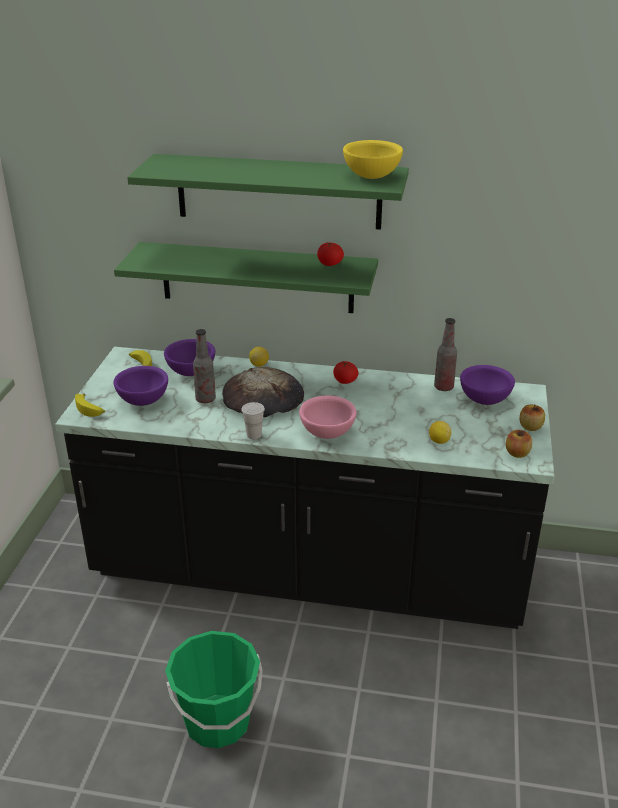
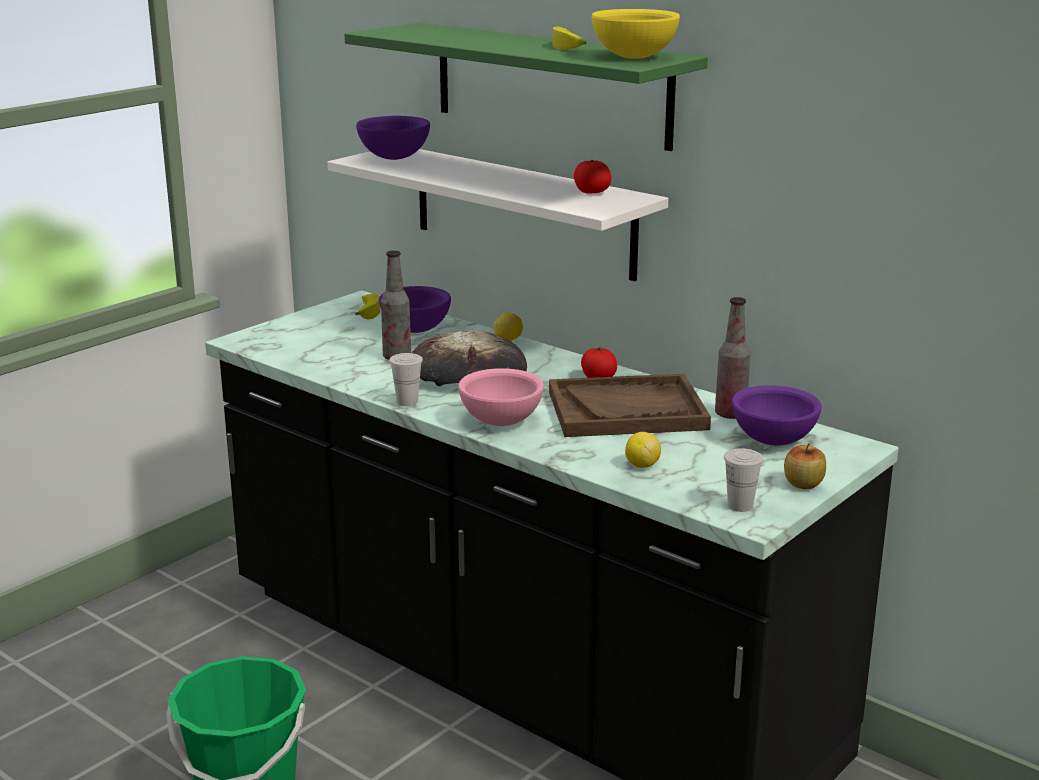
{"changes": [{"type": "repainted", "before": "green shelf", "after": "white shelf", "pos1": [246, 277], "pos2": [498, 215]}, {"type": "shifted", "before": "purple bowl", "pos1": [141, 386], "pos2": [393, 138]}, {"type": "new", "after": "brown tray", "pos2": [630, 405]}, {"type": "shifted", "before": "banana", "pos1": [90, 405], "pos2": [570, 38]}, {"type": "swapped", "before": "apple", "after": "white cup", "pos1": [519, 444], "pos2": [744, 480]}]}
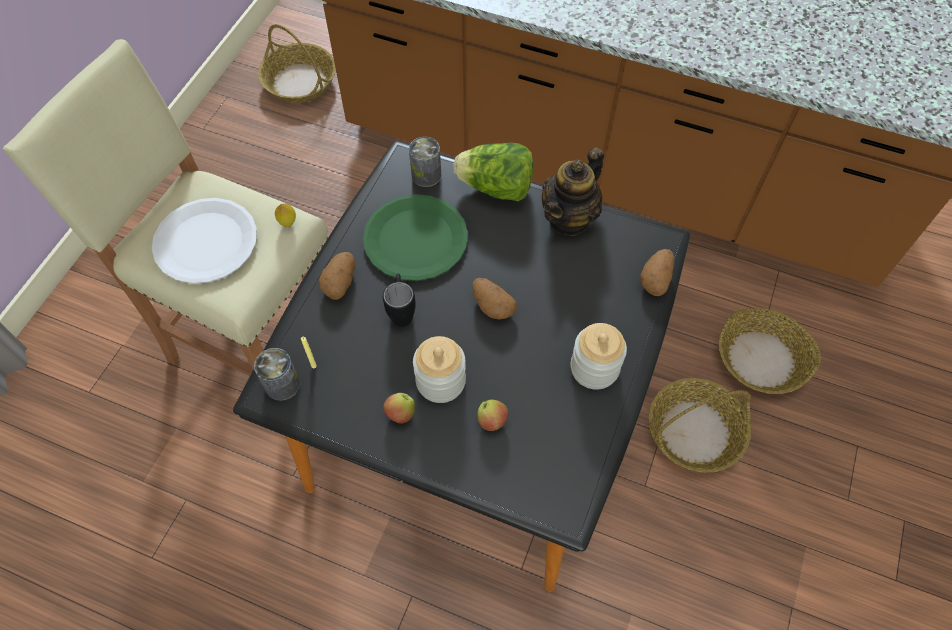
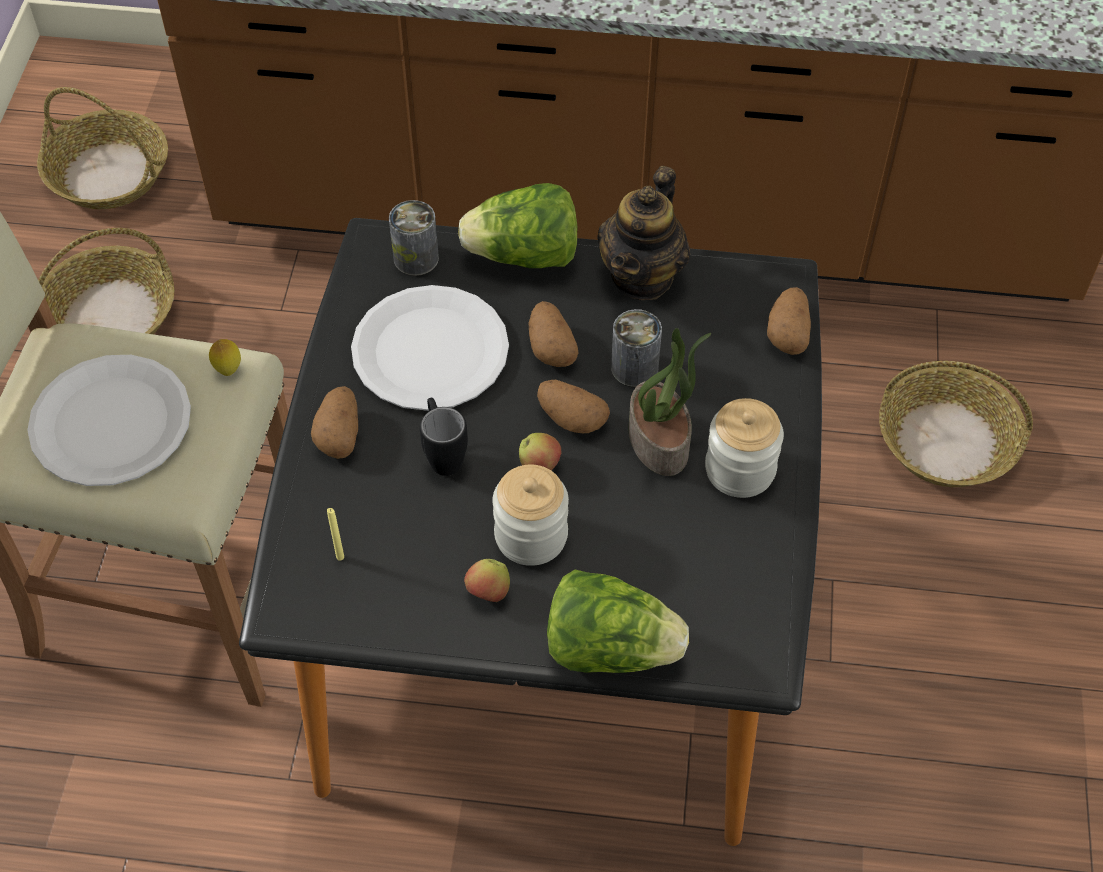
{"changes": [{"type": "shifted", "before": "basket", "pos1": [700, 425], "pos2": [106, 281]}, {"type": "repainted", "before": "green plate", "after": "white plate", "pos1": [415, 237], "pos2": [430, 348]}, {"type": "shifted", "before": "apple", "pos1": [493, 415], "pos2": [540, 452]}, {"type": "new", "after": "potato", "pos2": [553, 334]}, {"type": "new", "after": "lettuce", "pos2": [618, 621]}, {"type": "shifted", "before": "can", "pos1": [277, 374], "pos2": [636, 348]}, {"type": "new", "after": "potted plant", "pos2": [669, 402]}]}
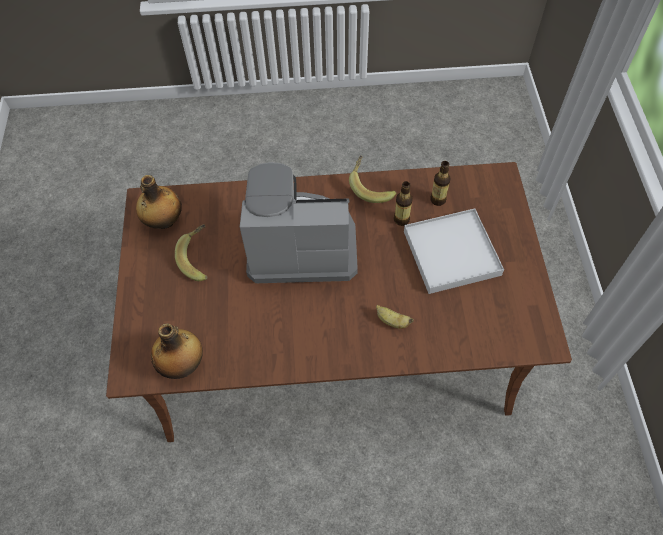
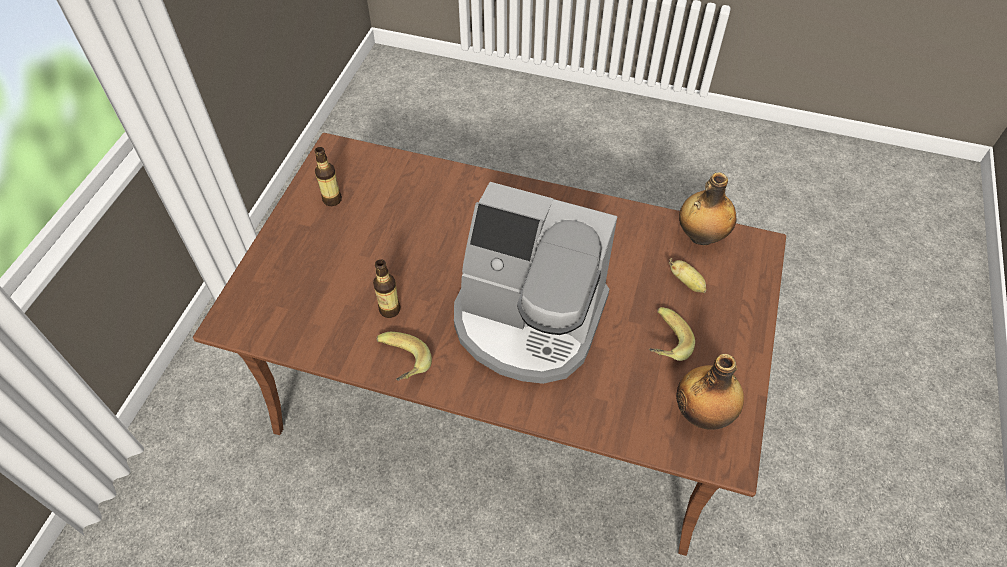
{"changes": [{"type": "shifted", "before": "bottle", "pos1": [440, 183], "pos2": [328, 176]}, {"type": "shifted", "before": "banana", "pos1": [395, 317], "pos2": [687, 275]}, {"type": "gone", "before": "white tray", "pos1": [454, 251]}]}
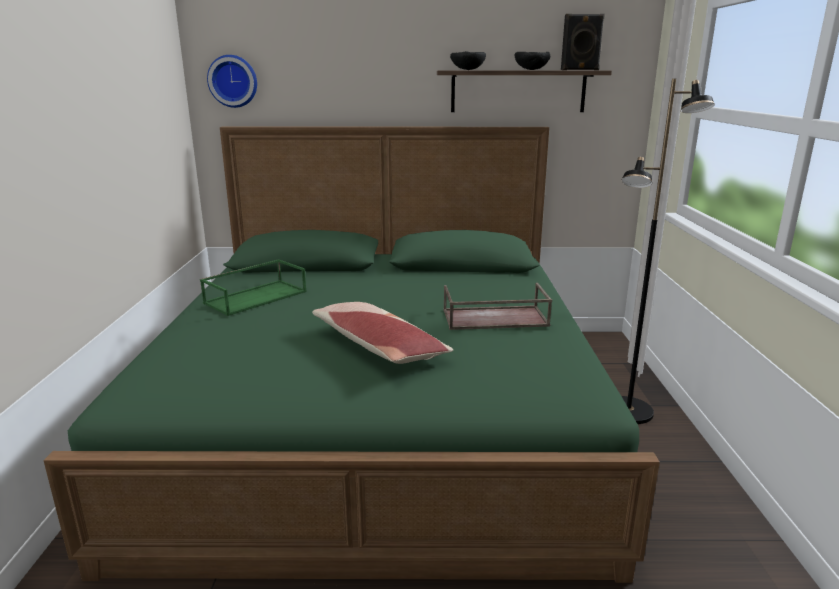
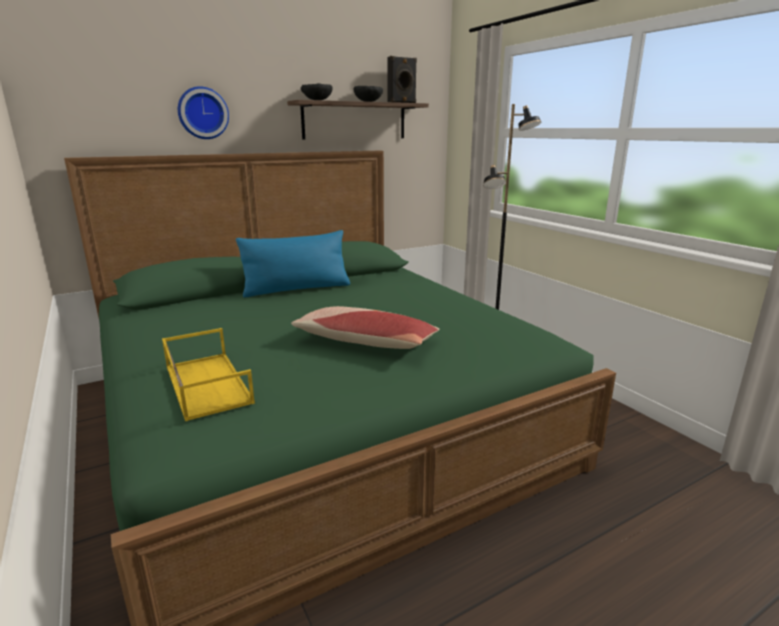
{"changes": [{"type": "new", "after": "yellow tray", "pos2": [208, 374]}, {"type": "shifted", "before": "wall clock", "pos1": [232, 81], "pos2": [203, 112]}, {"type": "new", "after": "blue pillow", "pos2": [293, 263]}, {"type": "gone", "before": "green tray", "pos1": [253, 287]}, {"type": "gone", "before": "brown tray", "pos1": [497, 306]}]}
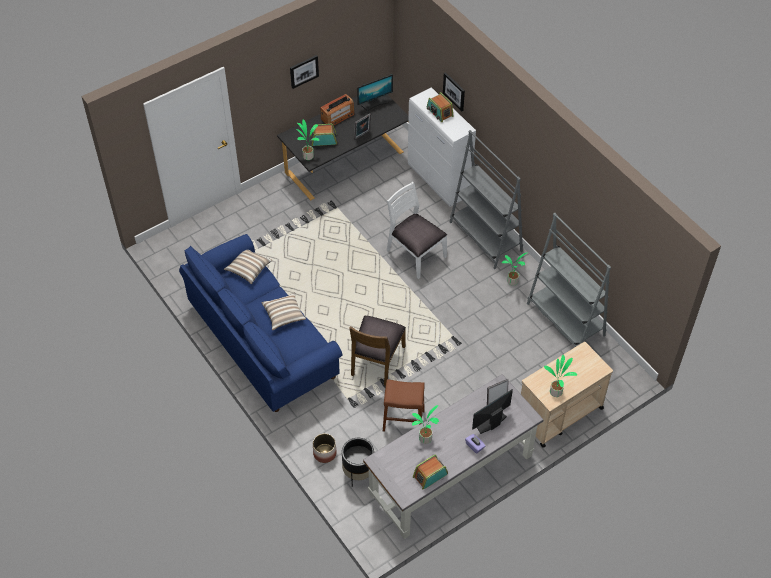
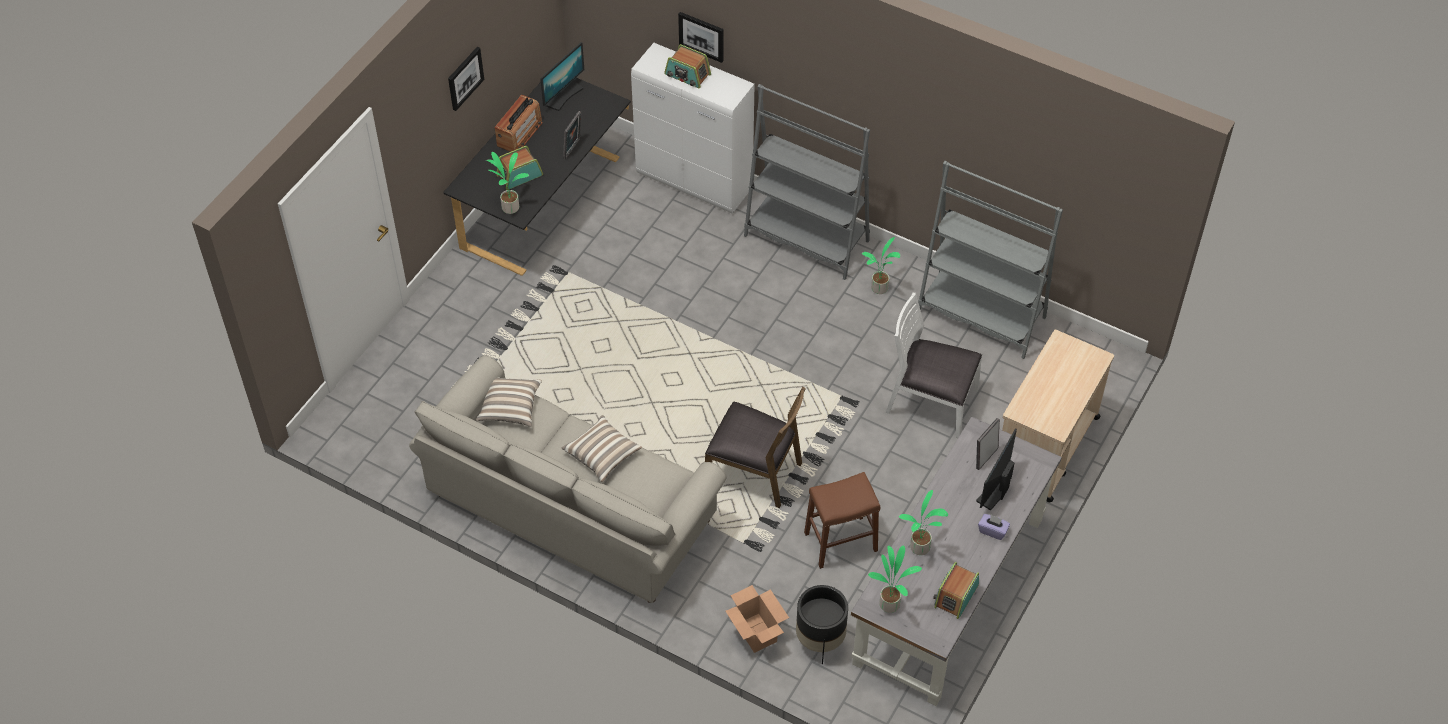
{"changes": [{"type": "repainted", "before": "blue sofa", "after": "beige sofa", "pos1": [260, 323], "pos2": [568, 479]}, {"type": "rotated", "before": "brown chair", "pos1": [377, 351], "pos2": [755, 448], "turn": -60}, {"type": "swapped", "before": "planter", "after": "cardboard box", "pos1": [324, 448], "pos2": [757, 619]}, {"type": "shifted", "before": "potted plant", "pos1": [560, 376], "pos2": [895, 579]}, {"type": "shifted", "before": "white chair", "pos1": [417, 230], "pos2": [933, 365]}]}
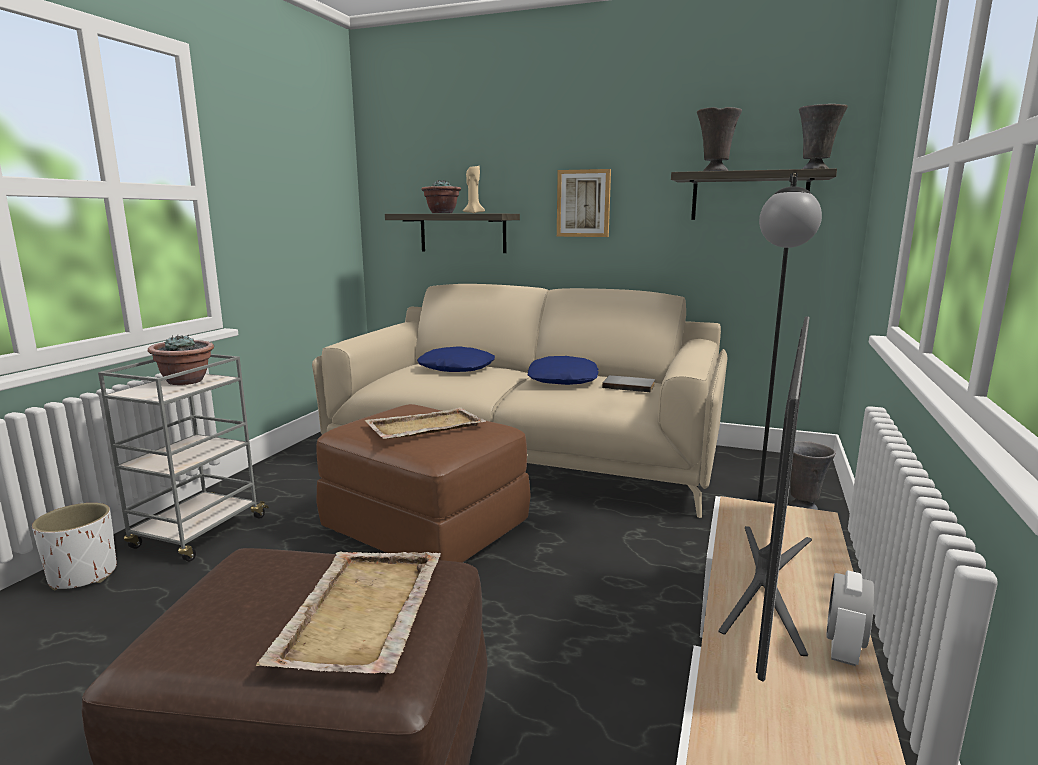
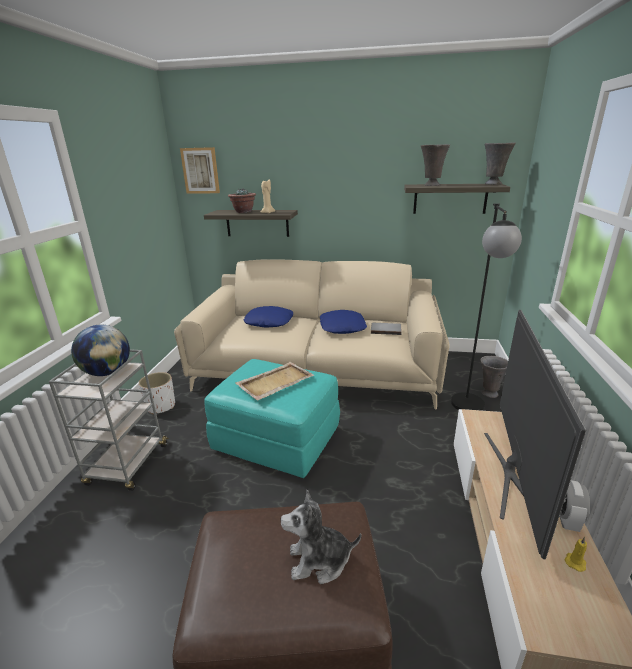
{"changes": [{"type": "swapped", "before": "potted plant", "after": "globe", "pos1": [181, 360], "pos2": [100, 350]}, {"type": "shifted", "before": "white planter", "pos1": [74, 546], "pos2": [157, 393]}, {"type": "shifted", "before": "picture", "pos1": [584, 203], "pos2": [200, 170]}, {"type": "repainted", "before": "brown ottoman", "after": "turquoise ottoman", "pos1": [423, 483], "pos2": [272, 418]}, {"type": "swapped", "before": "beige tray", "after": "plush toy", "pos1": [348, 613], "pos2": [320, 537]}, {"type": "new", "after": "yellow candle", "pos2": [575, 554]}]}
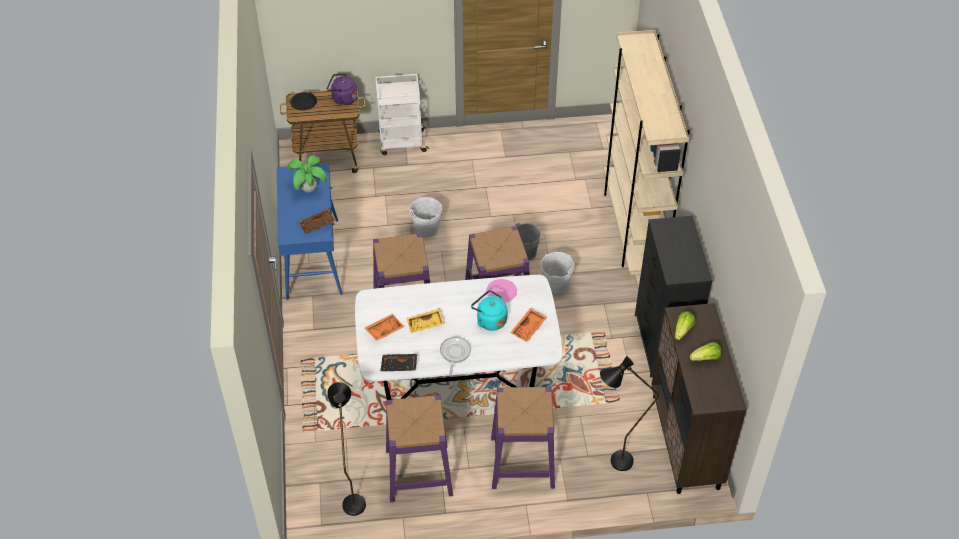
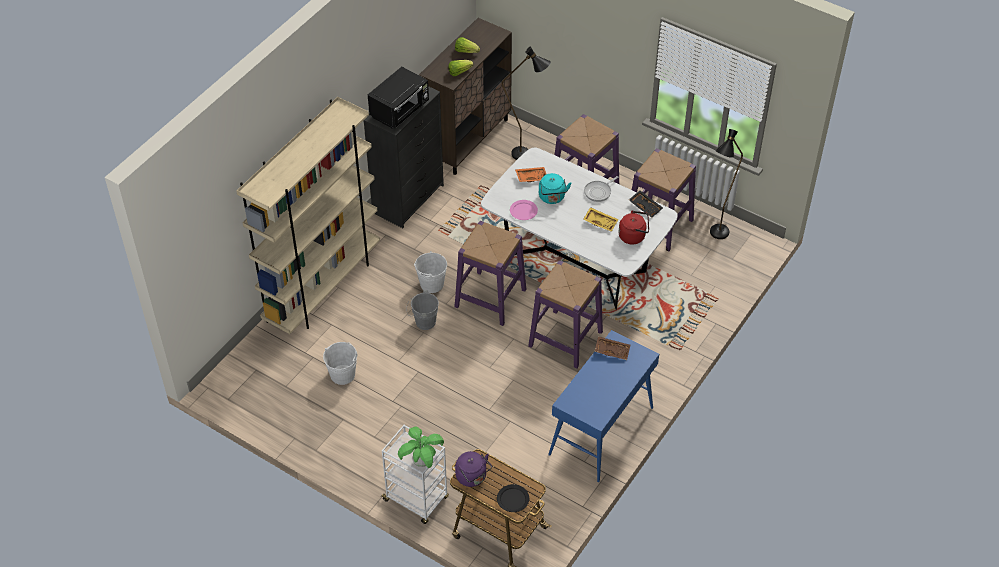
{"changes": [{"type": "shifted", "before": "white bucket", "pos1": [426, 217], "pos2": [340, 363]}, {"type": "new", "after": "black microwave", "pos2": [398, 98]}, {"type": "shifted", "before": "potted plant", "pos1": [307, 173], "pos2": [421, 447]}, {"type": "swapped", "before": "orange tray", "after": "red kettle", "pos1": [385, 327], "pos2": [633, 227]}]}
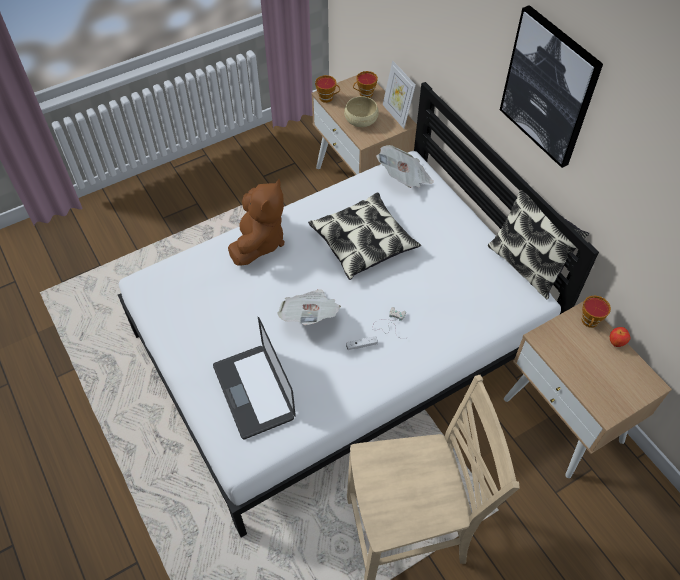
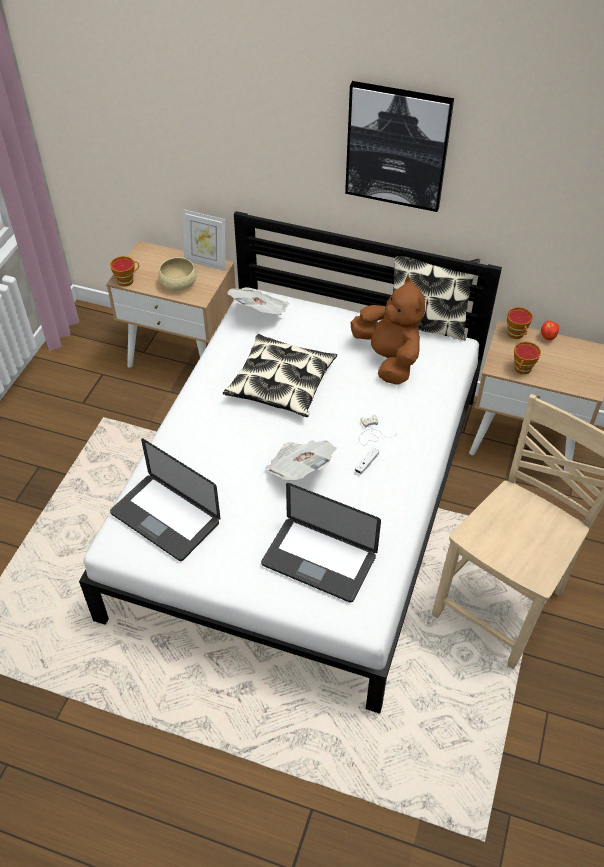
{"changes": [{"type": "new", "after": "laptop", "pos2": [165, 500]}, {"type": "shifted", "before": "brown plush toy", "pos1": [256, 222], "pos2": [387, 330]}, {"type": "shifted", "before": "cup", "pos1": [365, 84], "pos2": [527, 358]}]}
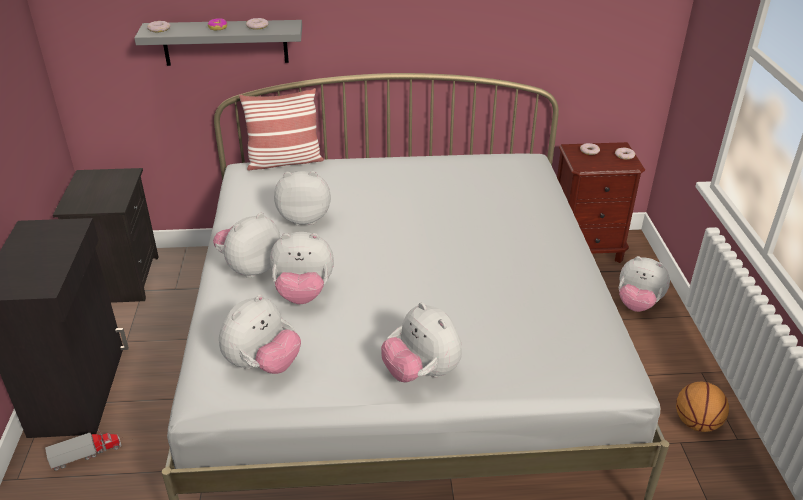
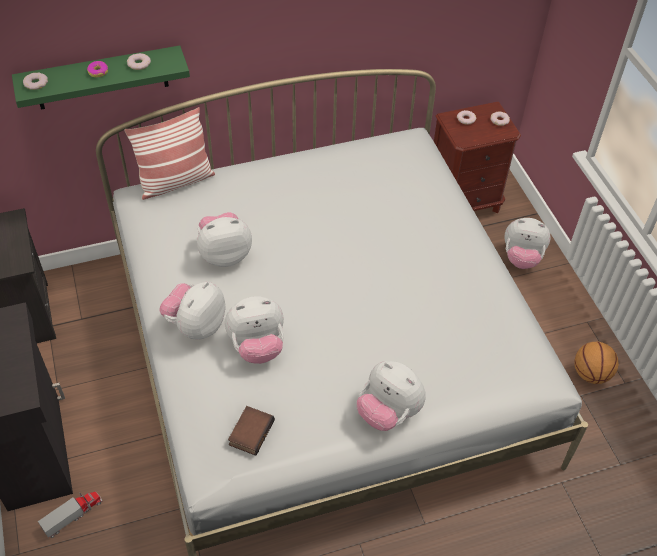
{"changes": [{"type": "repainted", "before": "grey shelf", "after": "green shelf", "pos1": [218, 43], "pos2": [101, 77]}, {"type": "swapped", "before": "plush toy", "after": "book", "pos1": [260, 334], "pos2": [251, 431]}]}
